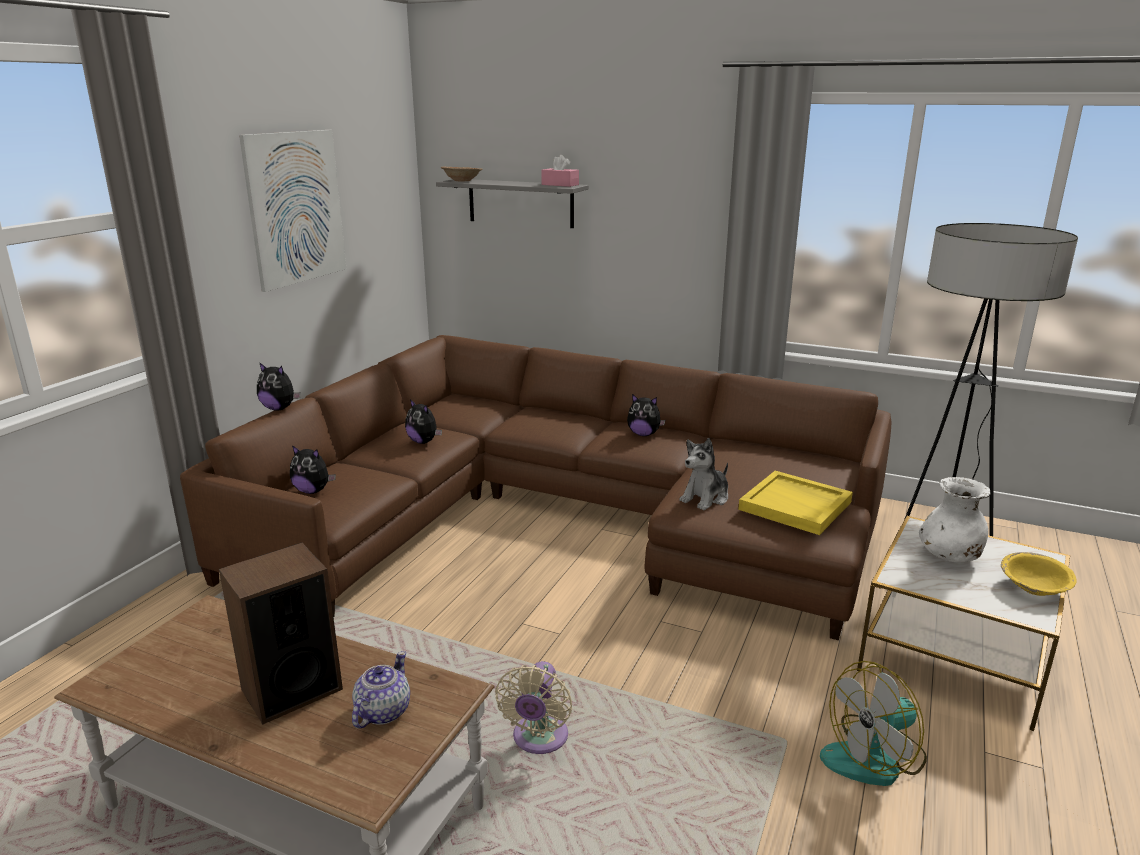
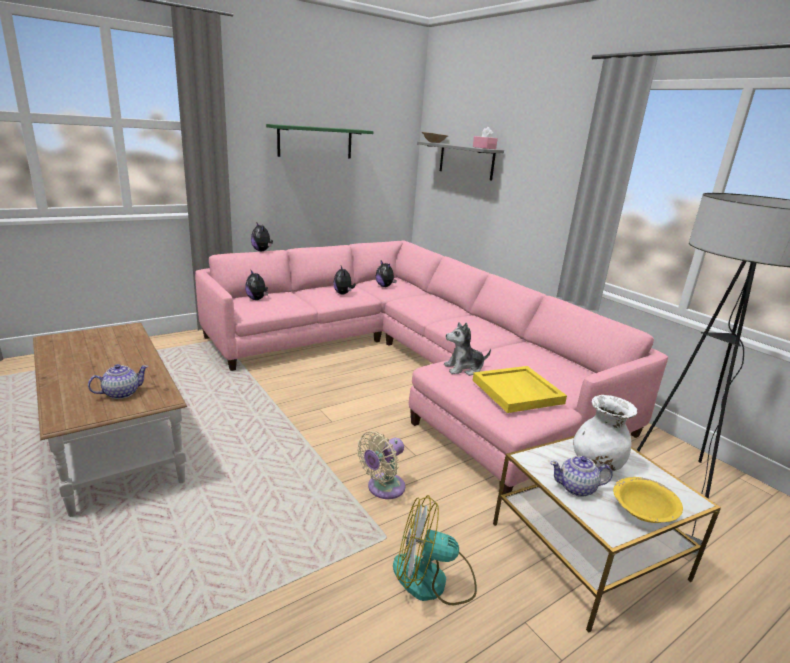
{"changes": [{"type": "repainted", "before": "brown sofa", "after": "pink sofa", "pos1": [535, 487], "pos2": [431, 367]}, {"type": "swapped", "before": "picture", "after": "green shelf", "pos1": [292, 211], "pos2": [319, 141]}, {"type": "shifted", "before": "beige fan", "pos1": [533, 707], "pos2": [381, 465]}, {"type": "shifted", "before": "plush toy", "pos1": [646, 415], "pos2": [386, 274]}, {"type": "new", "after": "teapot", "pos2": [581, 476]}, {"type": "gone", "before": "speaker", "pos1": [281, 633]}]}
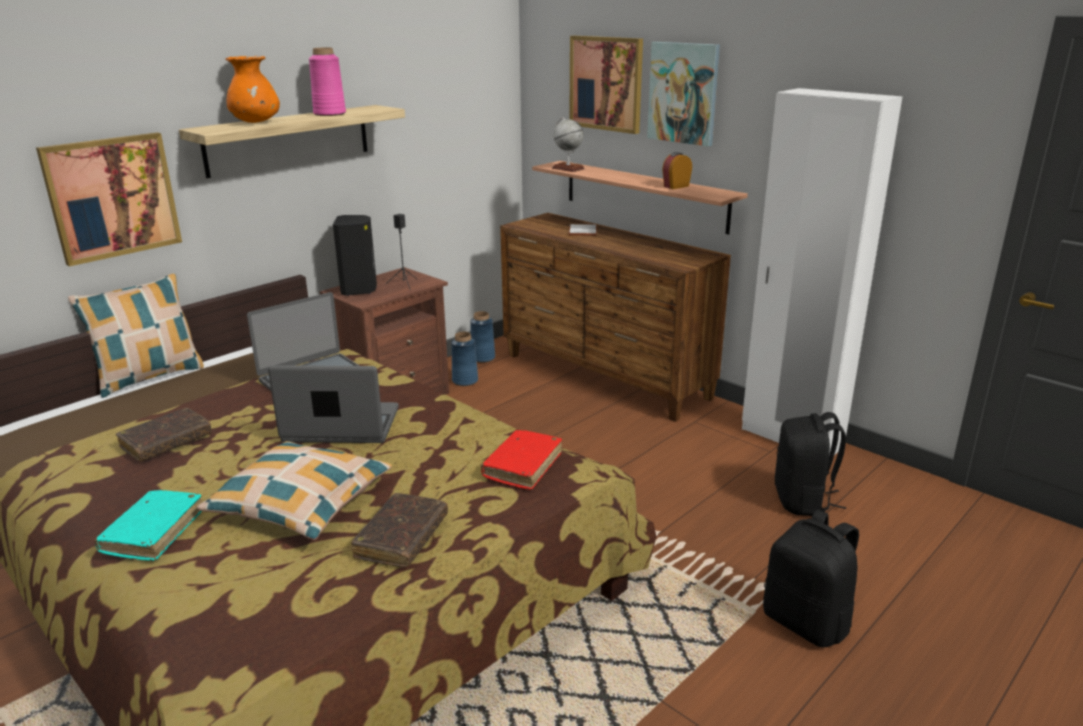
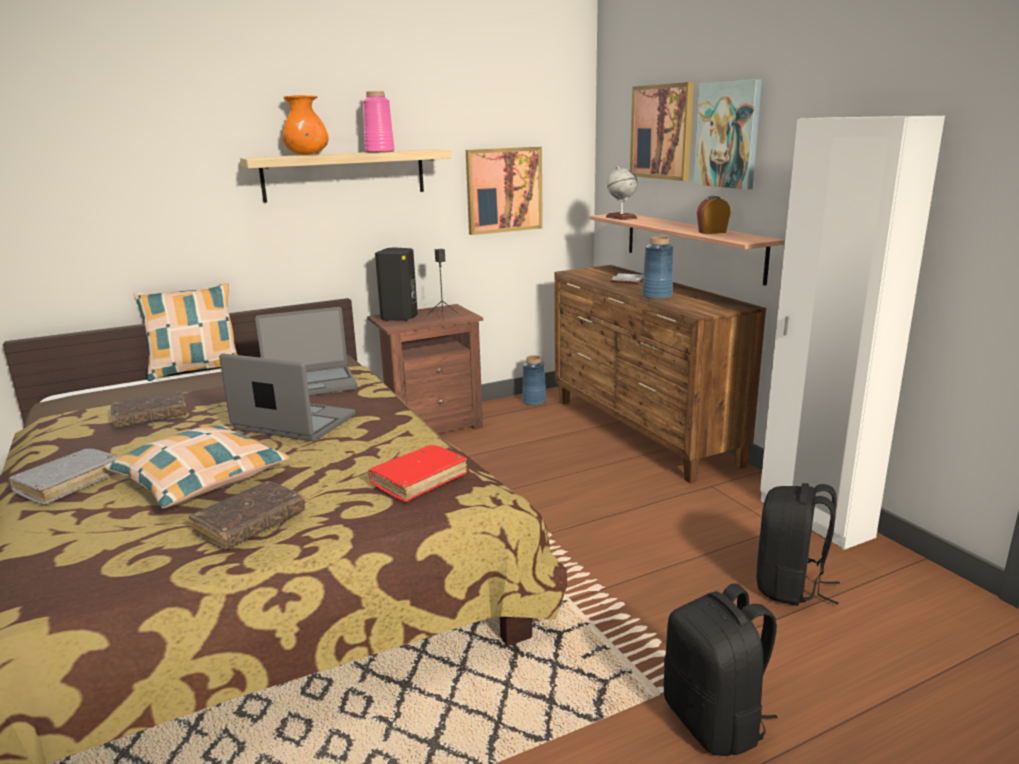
{"changes": [{"type": "repainted", "before": "turquoise book", "after": "grey book", "pos1": [148, 525], "pos2": [63, 477]}, {"type": "shifted", "before": "picture", "pos1": [109, 199], "pos2": [504, 191]}, {"type": "shifted", "before": "blue vase", "pos1": [464, 359], "pos2": [657, 268]}]}
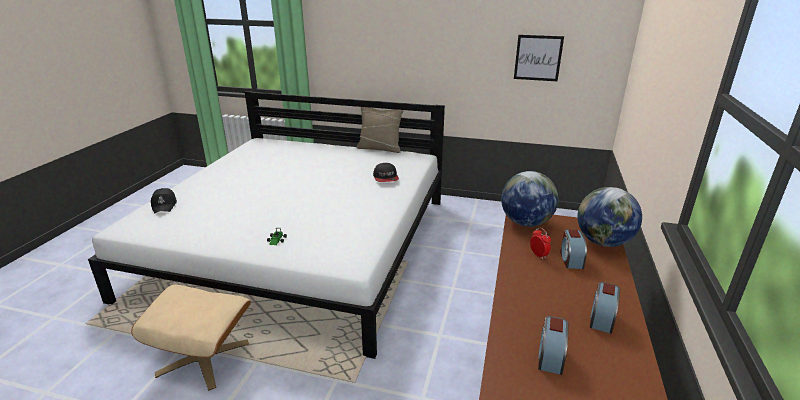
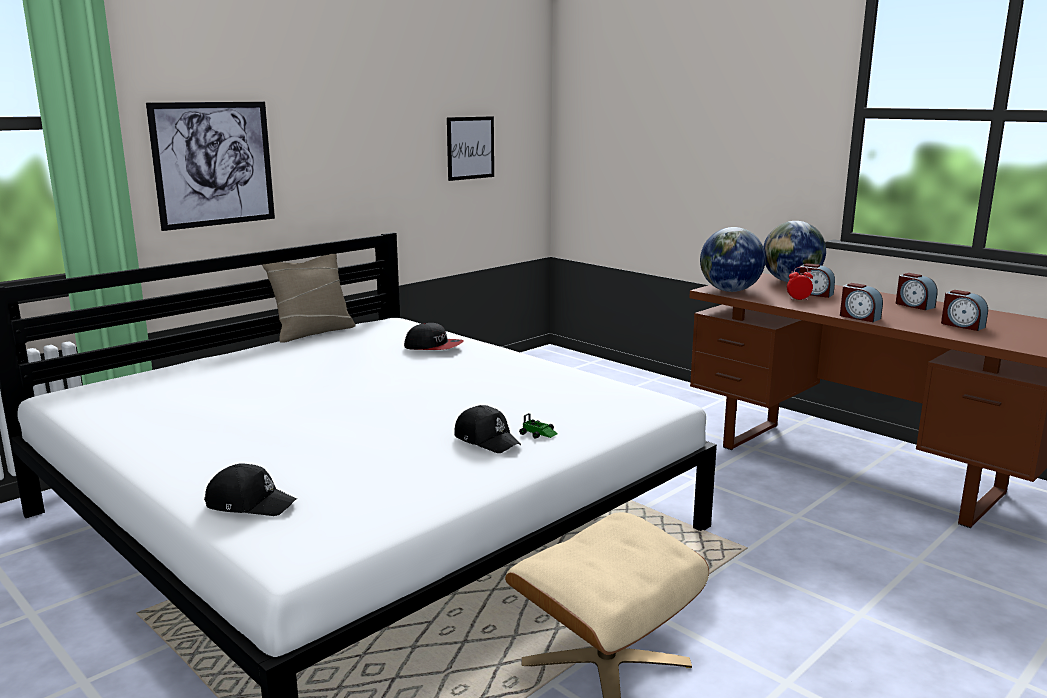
{"changes": [{"type": "new", "after": "picture", "pos2": [210, 166]}, {"type": "new", "after": "black cap", "pos2": [487, 429]}, {"type": "new", "after": "alarm clock", "pos2": [861, 302]}]}
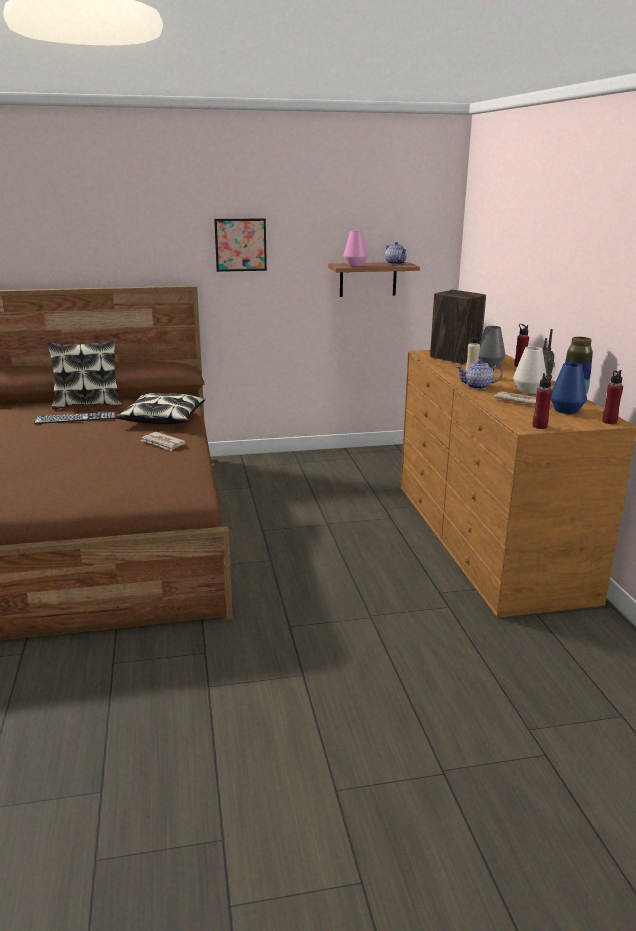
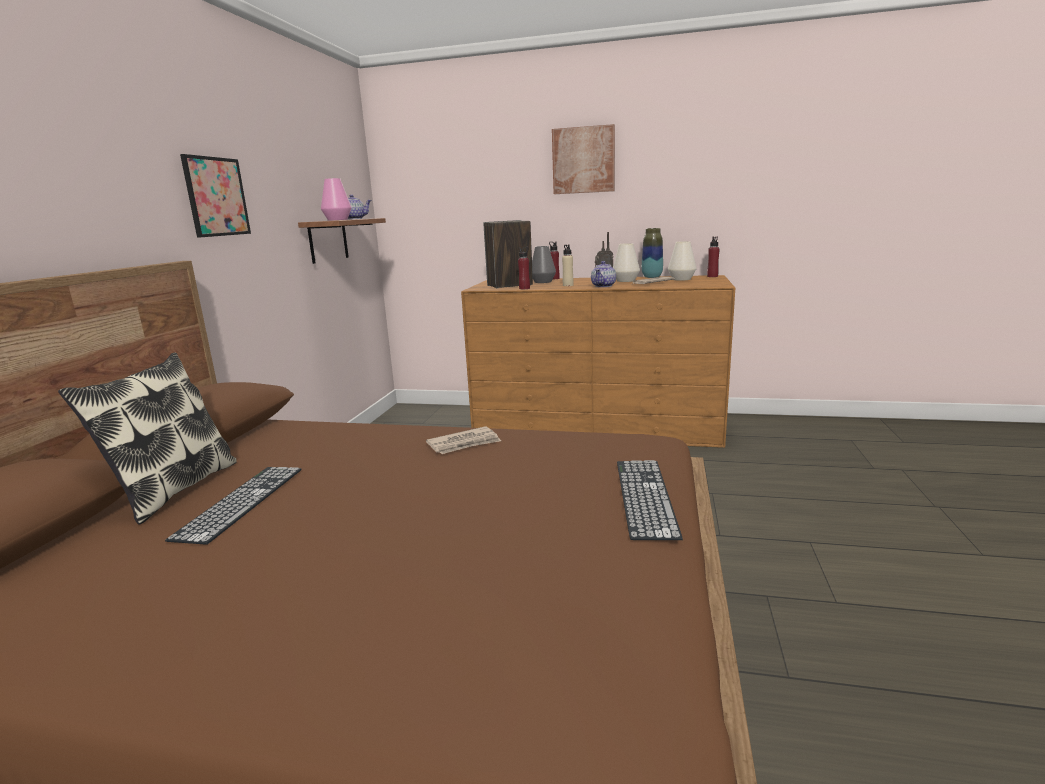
{"changes": [{"type": "shifted", "before": "red bottle", "pos1": [542, 401], "pos2": [524, 268]}, {"type": "new", "after": "picture", "pos2": [583, 159]}, {"type": "new", "after": "keyboard", "pos2": [650, 500]}, {"type": "repainted", "before": "blue vase", "after": "white vase", "pos1": [569, 388], "pos2": [682, 261]}, {"type": "gone", "before": "pillow", "pos1": [161, 408]}]}
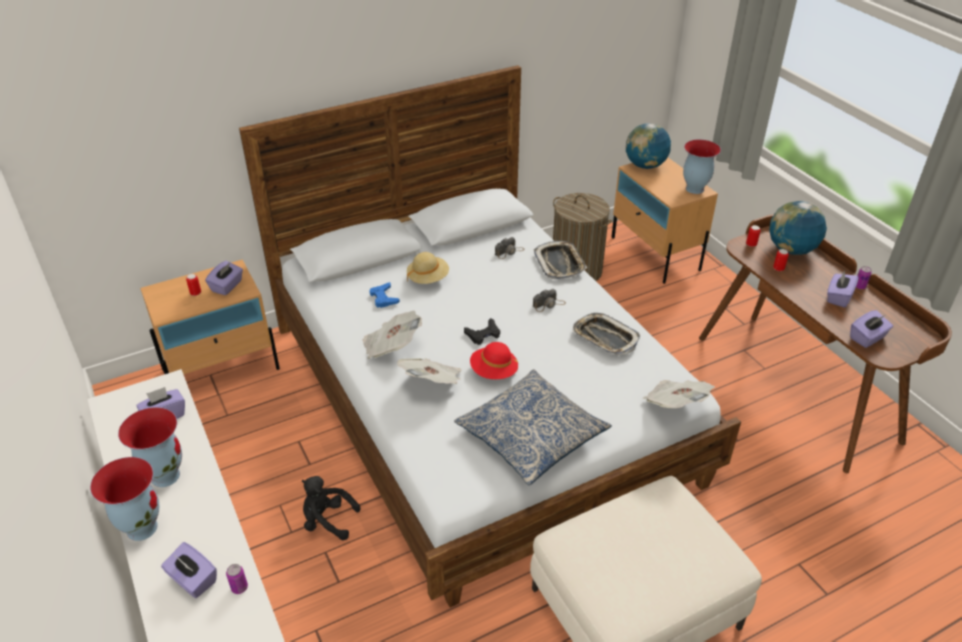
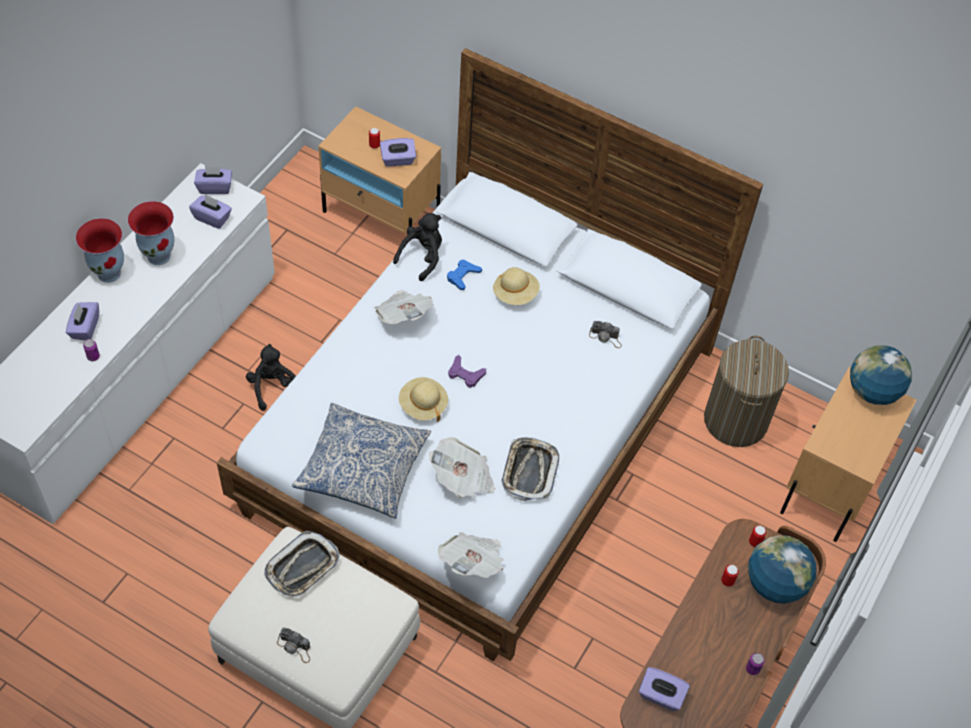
{"changes": [{"type": "shifted", "before": "purple tissue box", "pos1": [843, 289], "pos2": [213, 180]}, {"type": "shifted", "before": "tray", "pos1": [560, 260], "pos2": [302, 564]}, {"type": "shifted", "before": "photo camera", "pos1": [549, 300], "pos2": [293, 645]}, {"type": "new", "after": "black plush toy", "pos2": [417, 247]}, {"type": "repainted", "before": "red hat", "after": "beige hat", "pos1": [494, 360], "pos2": [423, 399]}, {"type": "shifted", "before": "newspaper", "pos1": [429, 371], "pos2": [462, 467]}, {"type": "repainted", "before": "black game controller", "after": "purple game controller", "pos1": [482, 331], "pos2": [467, 371]}, {"type": "gone", "before": "vase", "pos1": [702, 166]}]}
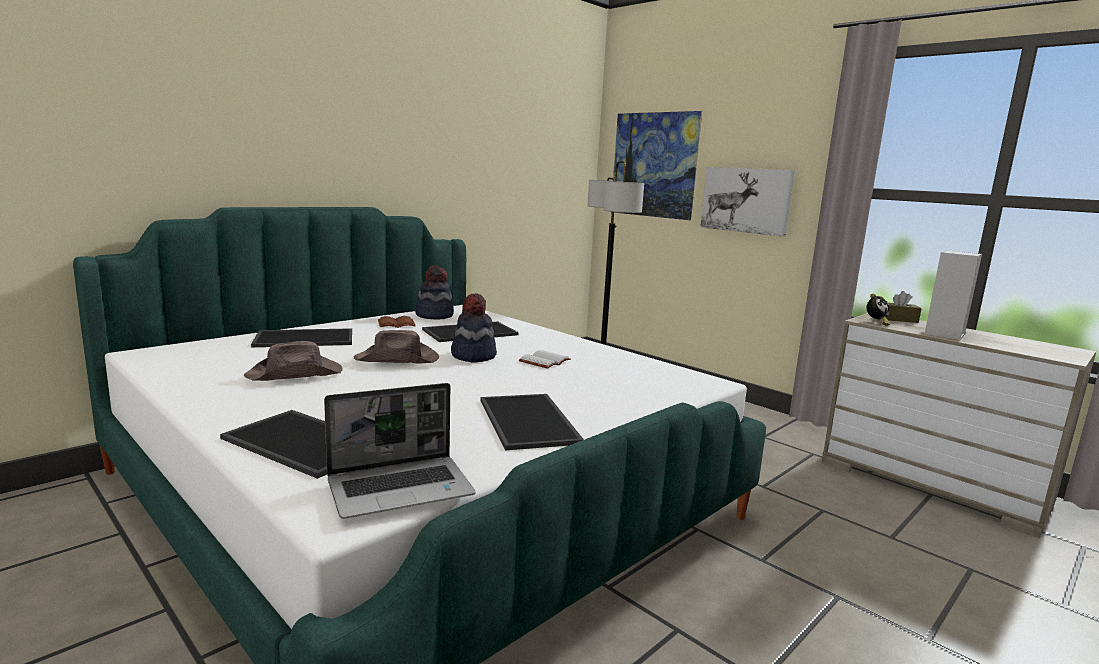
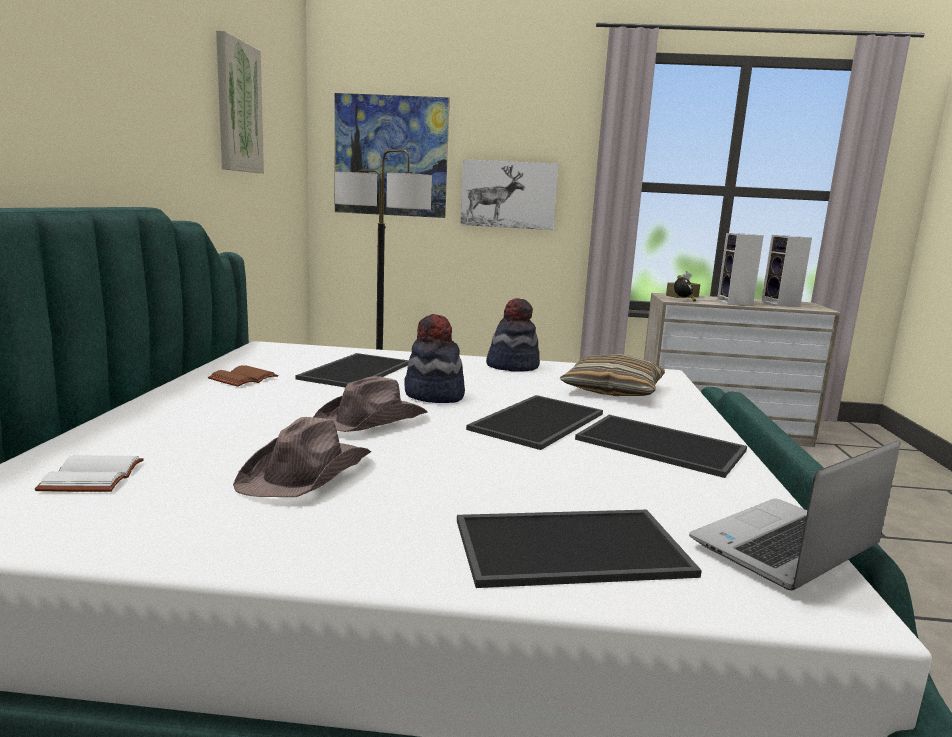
{"changes": [{"type": "shifted", "before": "white book", "pos1": [545, 359], "pos2": [89, 473]}, {"type": "new", "after": "picture", "pos2": [240, 101]}, {"type": "shifted", "before": "tray", "pos1": [301, 337], "pos2": [534, 422]}, {"type": "shifted", "before": "hat", "pos1": [434, 293], "pos2": [513, 335]}, {"type": "new", "after": "pillow", "pos2": [612, 375]}, {"type": "rotated", "before": "laptop", "pos1": [400, 451], "pos2": [794, 515], "turn": -150}, {"type": "new", "after": "speaker", "pos2": [786, 271]}]}
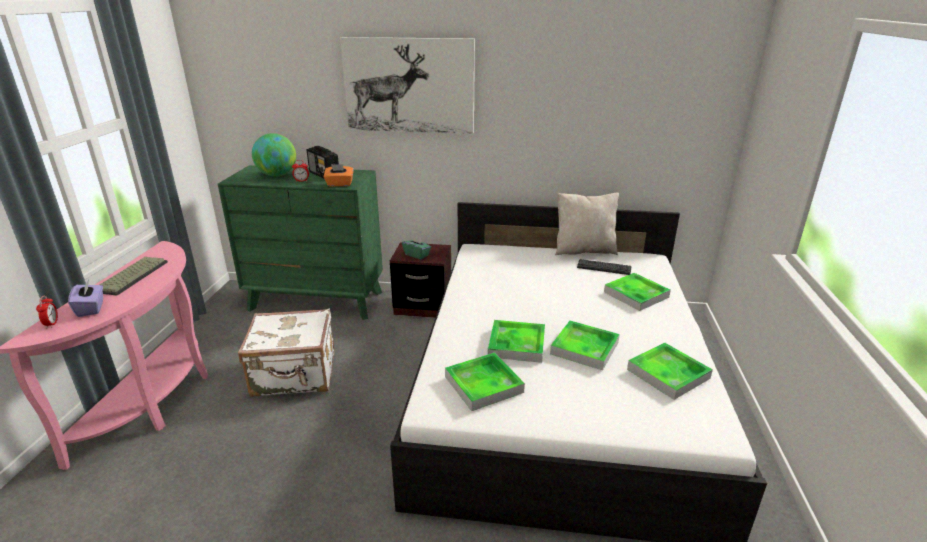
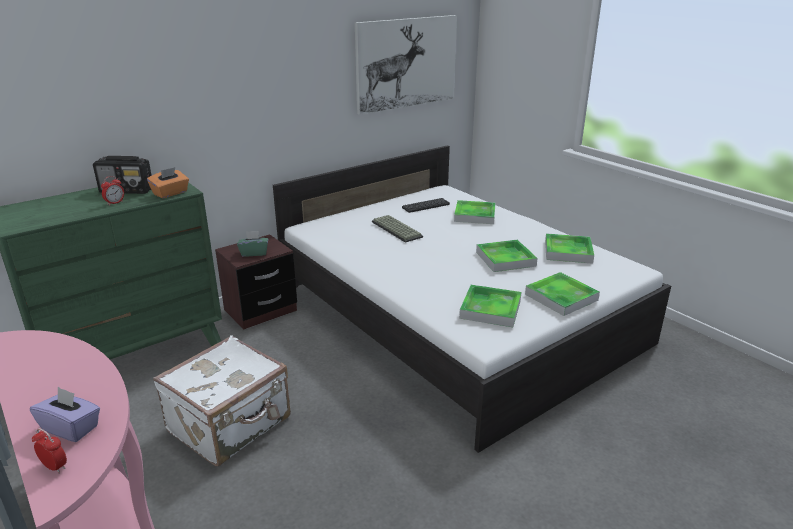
{"changes": [{"type": "shifted", "before": "picture", "pos1": [407, 85], "pos2": [406, 65]}, {"type": "shifted", "before": "keyboard", "pos1": [133, 276], "pos2": [397, 229]}, {"type": "shifted", "before": "tray", "pos1": [516, 341], "pos2": [562, 294]}, {"type": "gone", "before": "globe", "pos1": [274, 155]}, {"type": "gone", "before": "beige pillow", "pos1": [587, 224]}]}
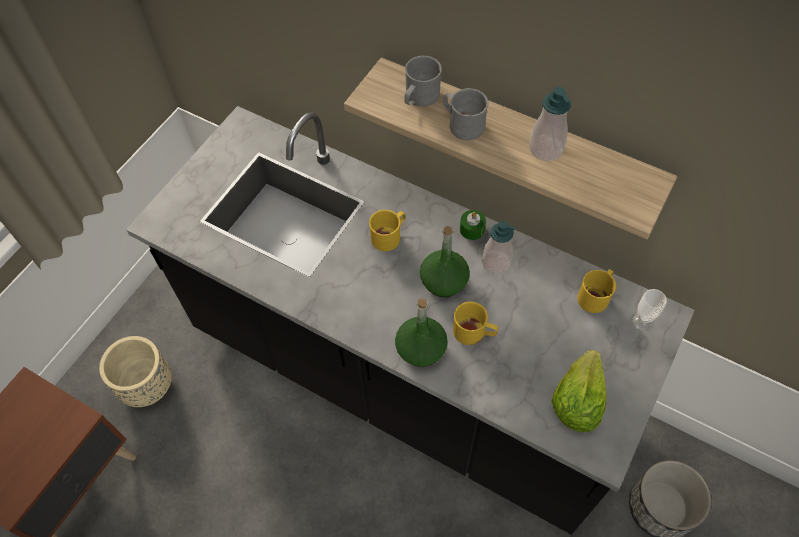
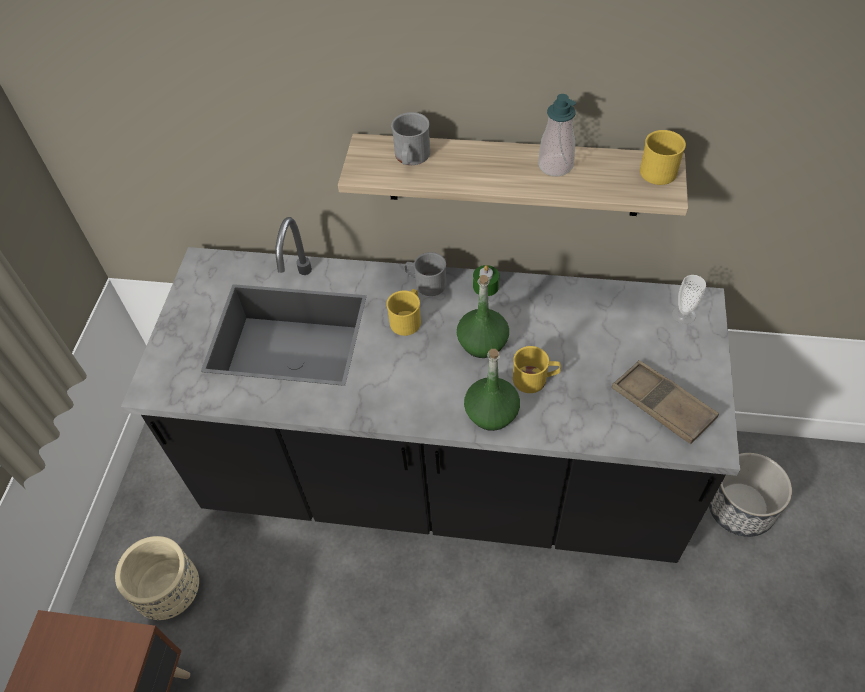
{"changes": [{"type": "shifted", "before": "grey mug", "pos1": [465, 114], "pos2": [425, 274]}, {"type": "swapped", "before": "lettuce", "after": "brown tray", "pos1": [579, 391], "pos2": [665, 402]}, {"type": "shifted", "before": "yellow mug", "pos1": [597, 291], "pos2": [663, 157]}, {"type": "gone", "before": "soap dispenser", "pos1": [499, 247]}]}
